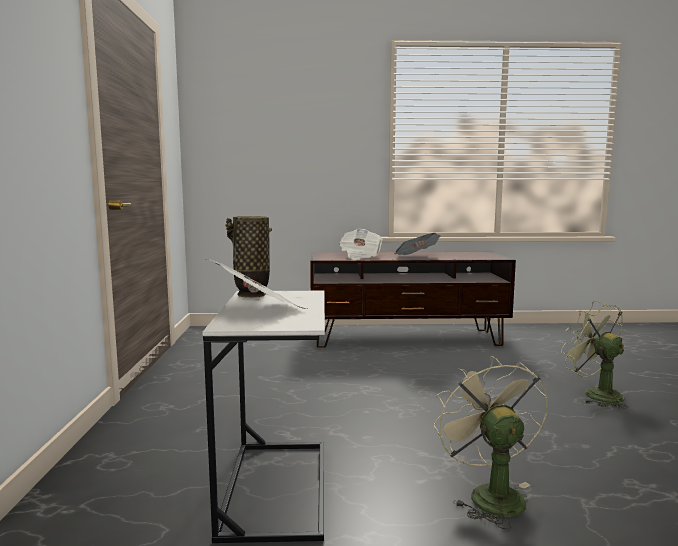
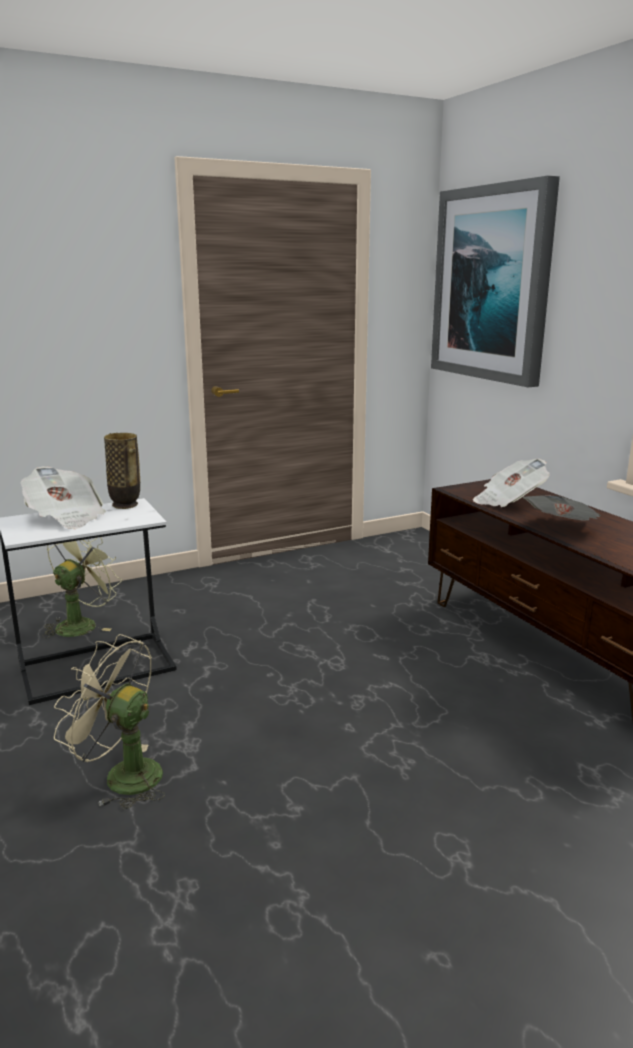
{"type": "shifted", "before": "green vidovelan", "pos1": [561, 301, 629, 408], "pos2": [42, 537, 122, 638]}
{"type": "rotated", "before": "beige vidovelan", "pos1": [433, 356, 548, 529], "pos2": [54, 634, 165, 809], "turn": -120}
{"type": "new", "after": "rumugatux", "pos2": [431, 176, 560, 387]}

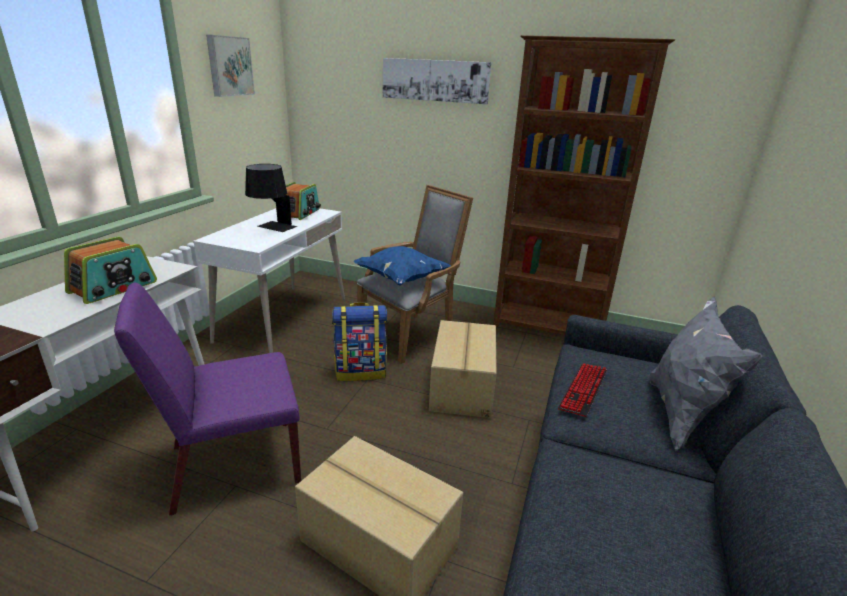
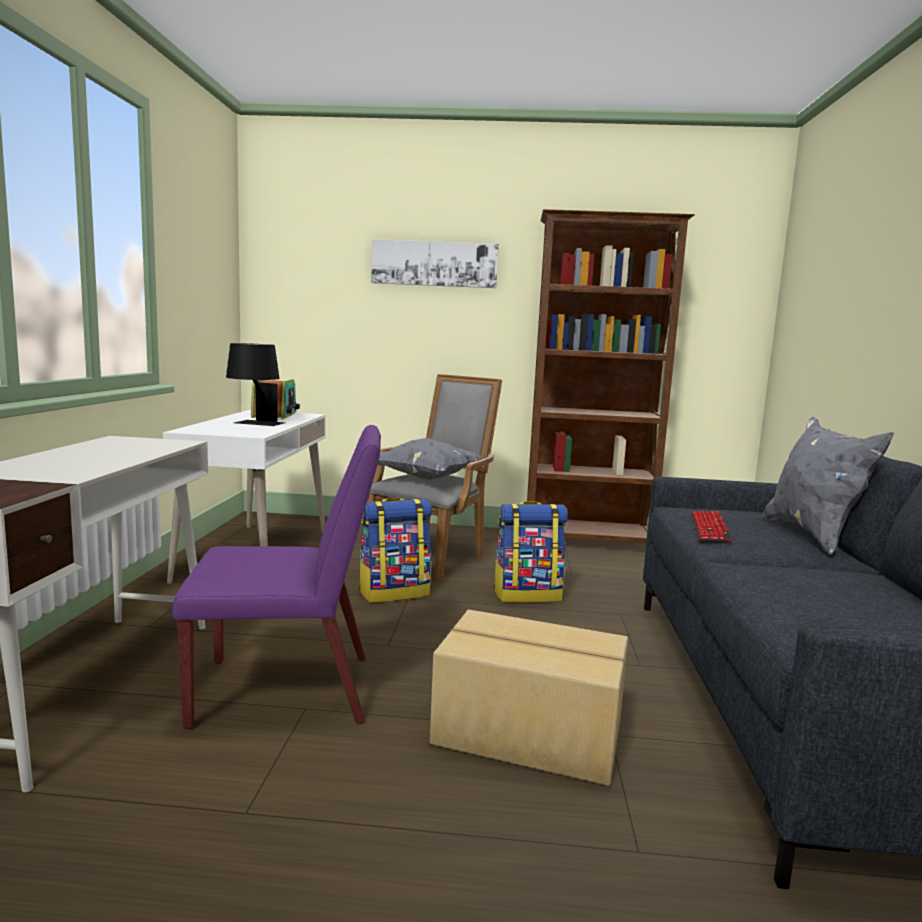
{"type": "gone", "before": "rumugatux", "pos1": [206, 35, 255, 97]}
{"type": "gone", "before": "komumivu", "pos1": [64, 237, 157, 304]}
{"type": "repainted", "before": "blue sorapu", "after": "grey sorapu", "pos1": [353, 246, 451, 286], "pos2": [377, 438, 485, 480]}
{"type": "rotated", "before": "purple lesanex", "pos1": [114, 283, 301, 516], "pos2": [172, 425, 381, 729], "turn": -150}
{"type": "swapped", "before": "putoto", "after": "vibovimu", "pos1": [429, 320, 497, 418], "pos2": [493, 501, 568, 603]}

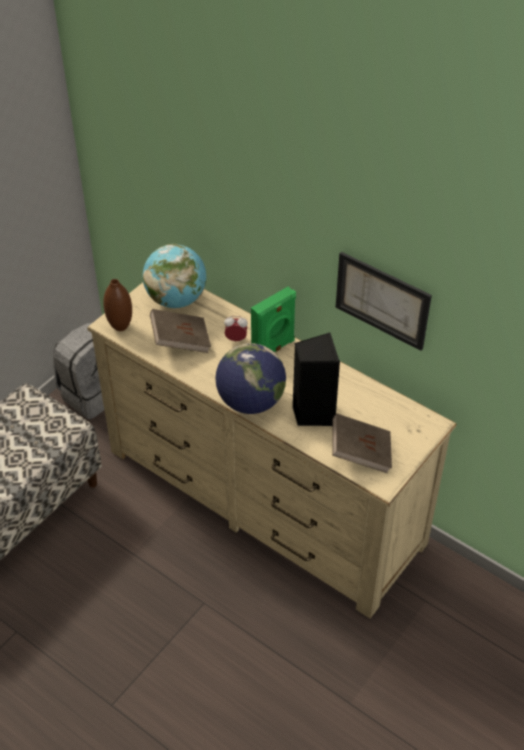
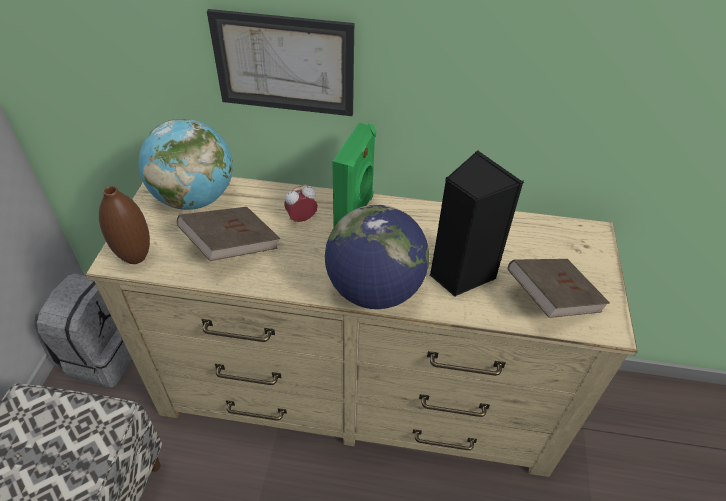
{"type": "shifted", "before": "rumugatux", "pos1": [336, 252, 432, 351], "pos2": [207, 9, 354, 116]}

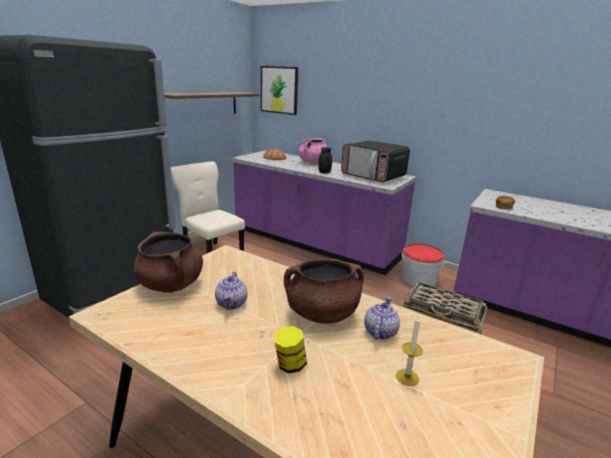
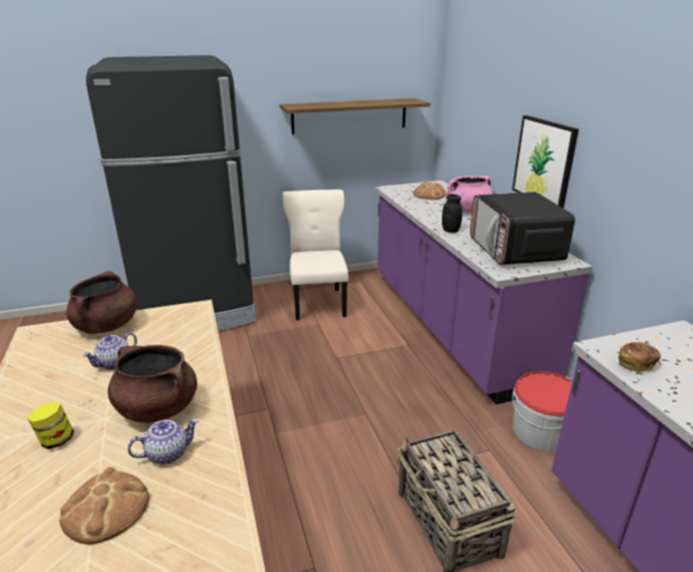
{"type": "shifted", "before": "rumugatux", "pos1": [261, 66, 298, 115], "pos2": [512, 115, 579, 209]}
{"type": "swapped", "before": "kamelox", "after": "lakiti", "pos1": [396, 315, 423, 386], "pos2": [59, 467, 149, 545]}

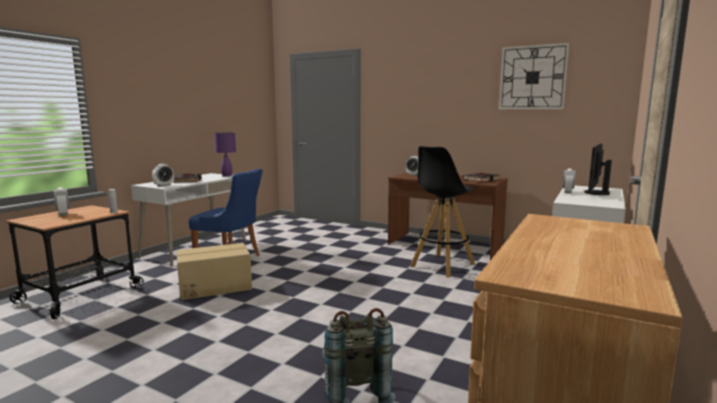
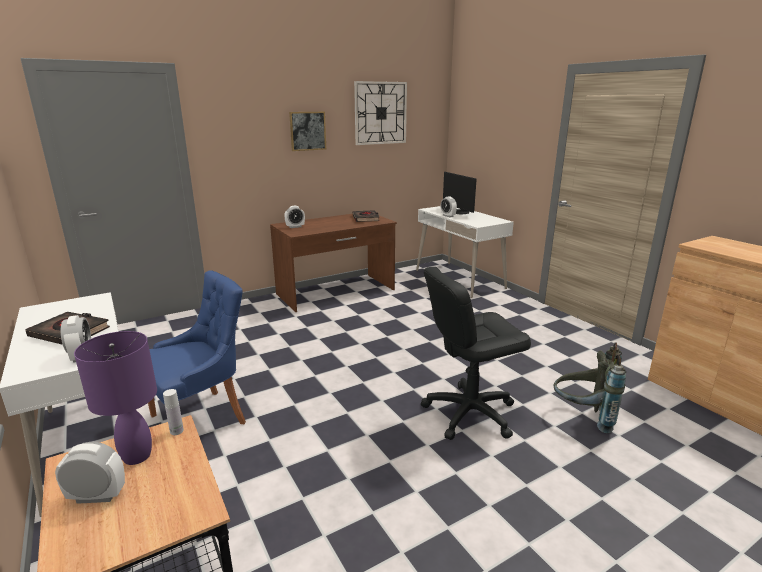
{"type": "shifted", "before": "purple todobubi", "pos1": [214, 132, 236, 177], "pos2": [74, 331, 157, 465]}
{"type": "gone", "before": "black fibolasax", "pos1": [410, 146, 475, 277]}
{"type": "gone", "before": "putoto", "pos1": [177, 243, 252, 300]}
{"type": "new", "after": "rumugatux", "pos2": [289, 111, 326, 151]}
{"type": "new", "after": "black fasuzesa", "pos2": [421, 267, 531, 440]}

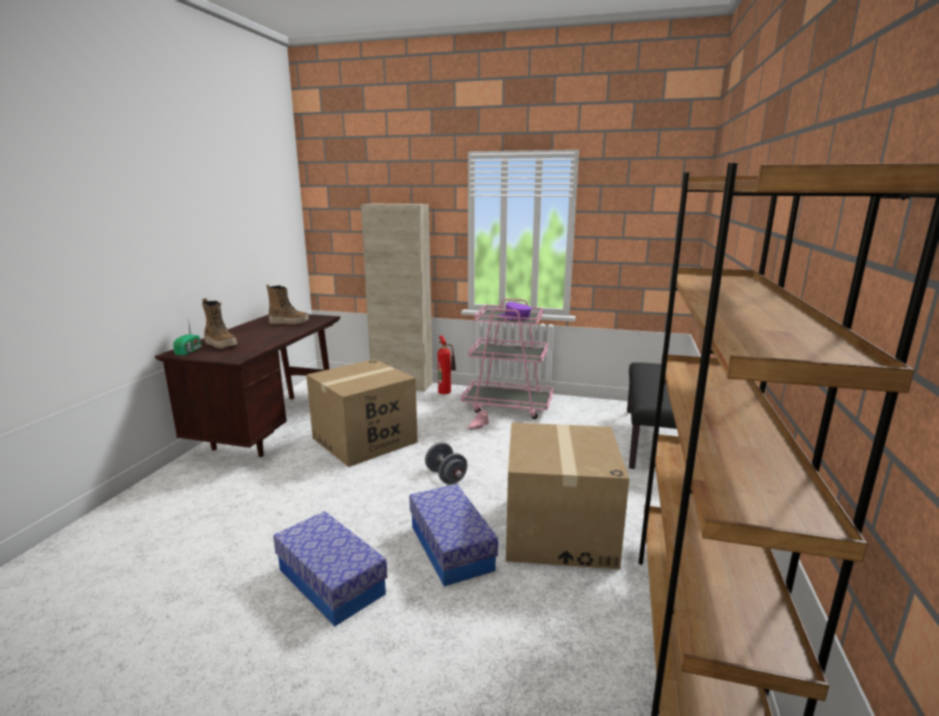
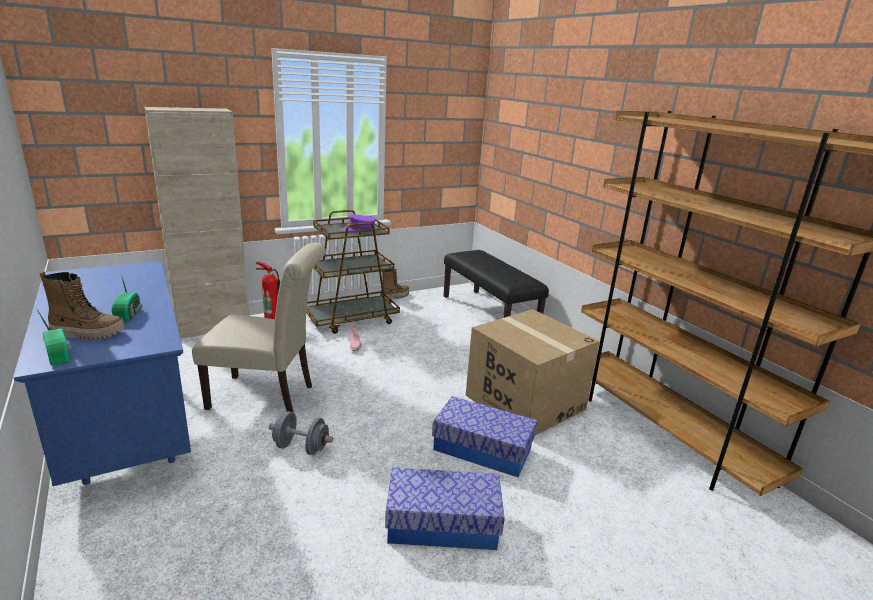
{"type": "shifted", "before": "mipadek", "pos1": [266, 285, 309, 325], "pos2": [381, 269, 409, 301]}
{"type": "repainted", "before": "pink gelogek", "after": "brown gelogek", "pos1": [461, 299, 553, 419], "pos2": [306, 210, 400, 334]}
{"type": "repainted", "before": "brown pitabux", "after": "blue pitabux", "pos1": [155, 314, 340, 457], "pos2": [14, 261, 191, 486]}
{"type": "swapped", "before": "putoto", "after": "beige lesanex", "pos1": [306, 359, 418, 467], "pos2": [192, 243, 326, 412]}
{"type": "shifted", "before": "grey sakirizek", "pos1": [425, 442, 467, 484], "pos2": [269, 411, 333, 455]}
{"type": "new", "after": "komumivu", "pos2": [112, 274, 142, 322]}

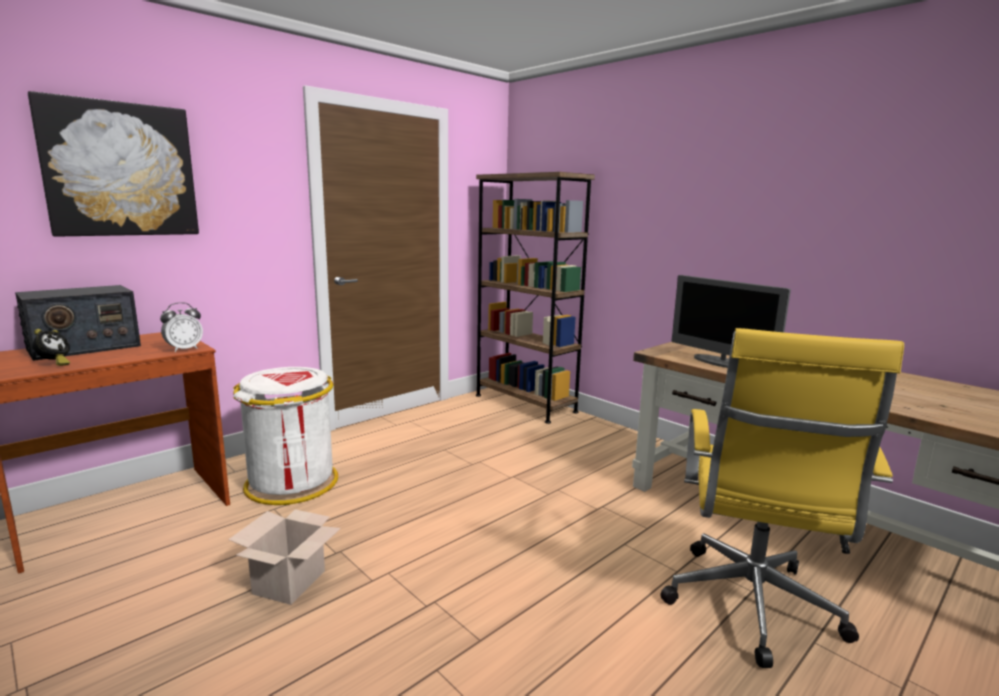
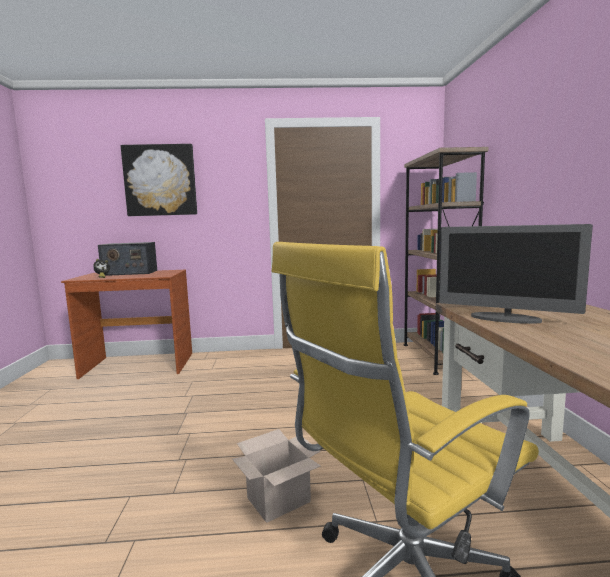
{"type": "rotated", "before": "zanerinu", "pos1": [671, 275, 791, 368], "pos2": [439, 224, 593, 324], "turn": -60}
{"type": "gone", "before": "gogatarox", "pos1": [160, 302, 203, 352]}
{"type": "gone", "before": "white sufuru", "pos1": [233, 367, 338, 505]}
{"type": "shifted", "before": "putoto", "pos1": [228, 509, 341, 605], "pos2": [232, 429, 321, 523]}

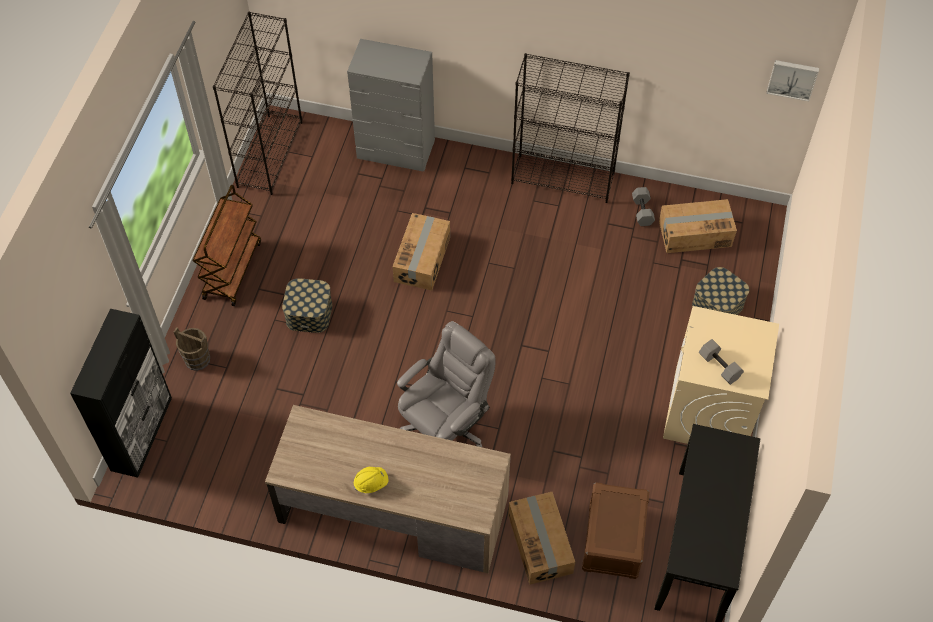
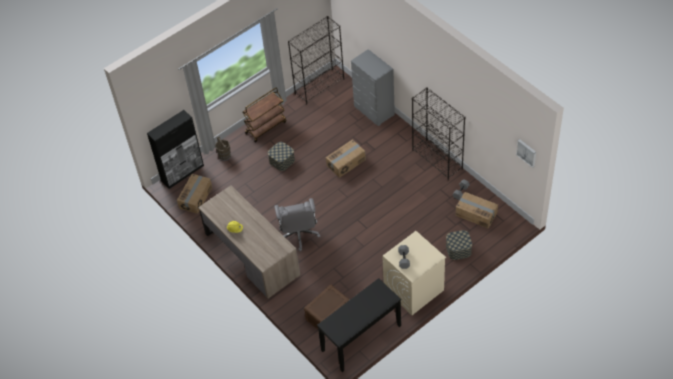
{"type": "rotated", "before": "grey fasuzesa", "pos1": [397, 321, 496, 447], "pos2": [274, 198, 320, 251], "turn": 90}
{"type": "shifted", "before": "putoto", "pos1": [508, 492, 575, 585], "pos2": [177, 174, 212, 214]}

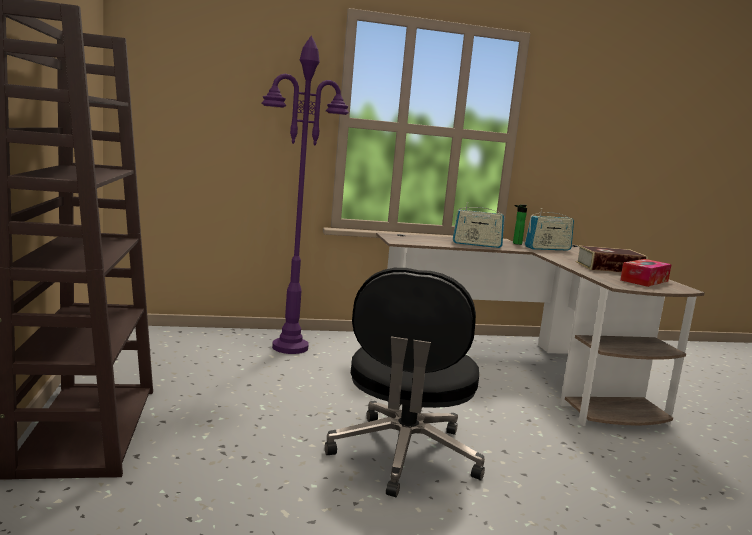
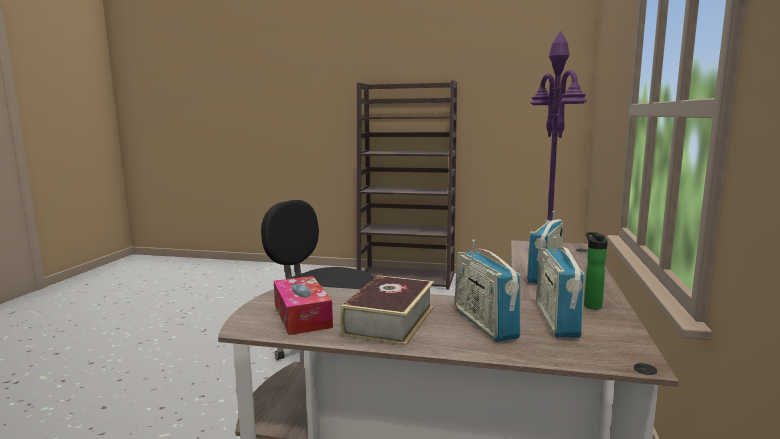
{"type": "new", "after": "komumivu", "pos2": [455, 239, 521, 342]}

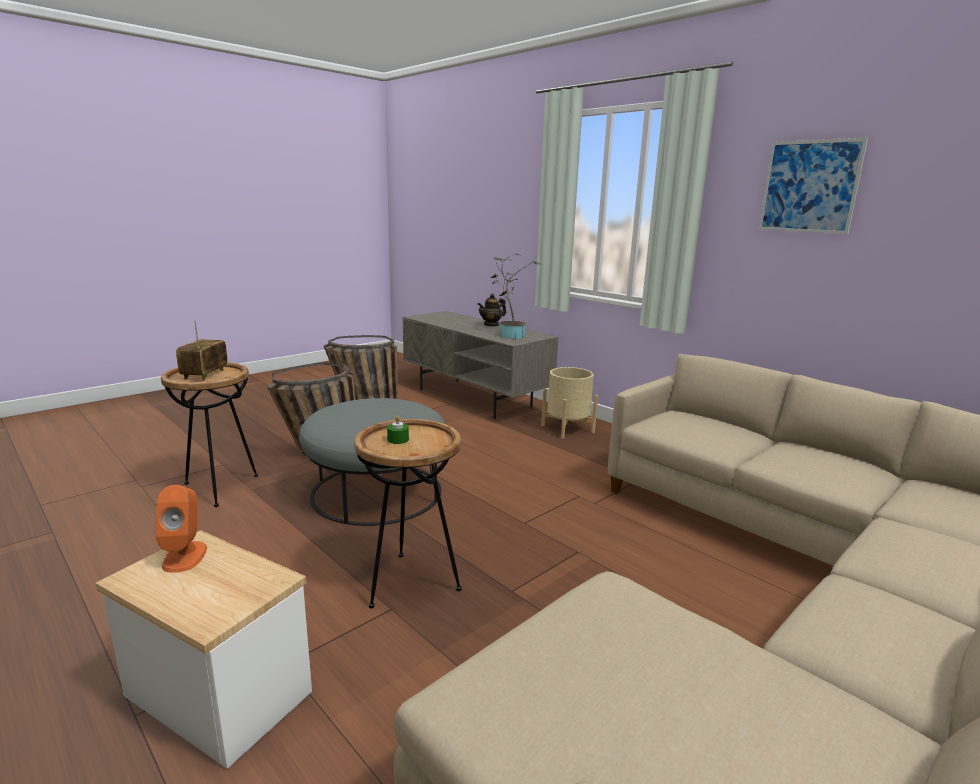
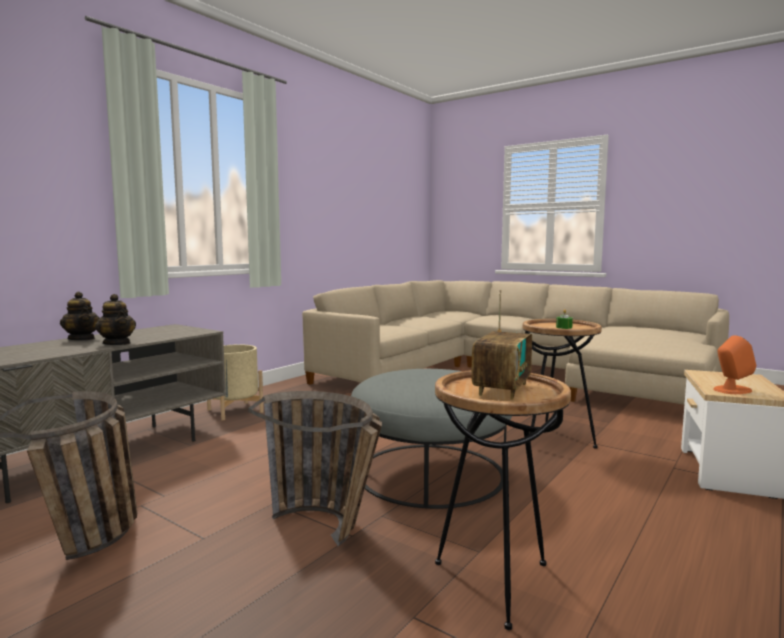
{"type": "gone", "before": "rumugatux", "pos1": [758, 137, 868, 234]}
{"type": "gone", "before": "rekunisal", "pos1": [491, 253, 539, 339]}
{"type": "rotated", "before": "komumivu", "pos1": [176, 321, 227, 381], "pos2": [471, 290, 532, 400], "turn": -60}
{"type": "new", "after": "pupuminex", "pos2": [95, 294, 136, 345]}

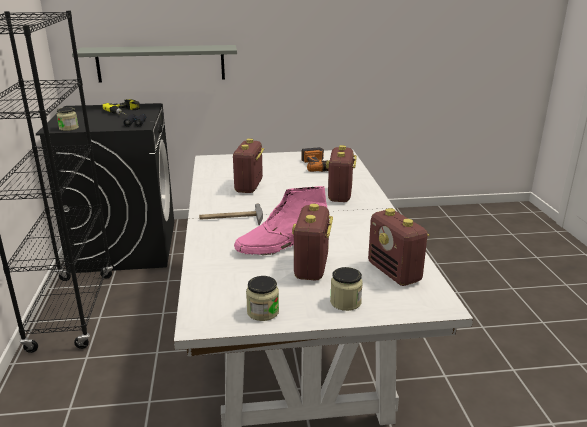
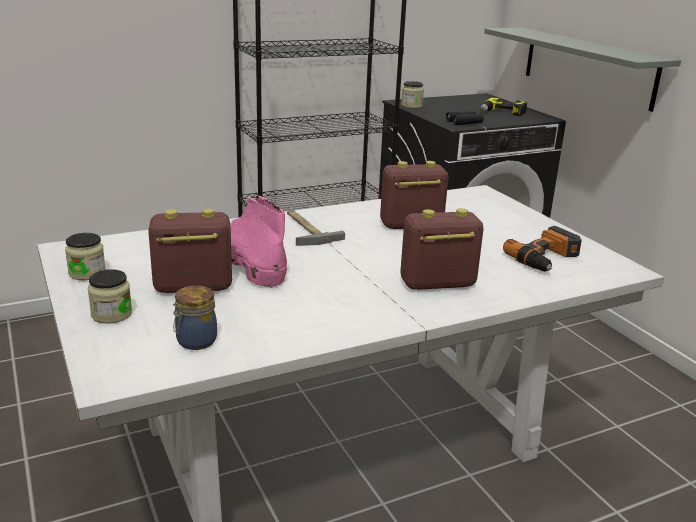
{"type": "swapped", "before": "komumivu", "after": "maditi", "pos1": [368, 208, 430, 286], "pos2": [173, 285, 217, 350]}

